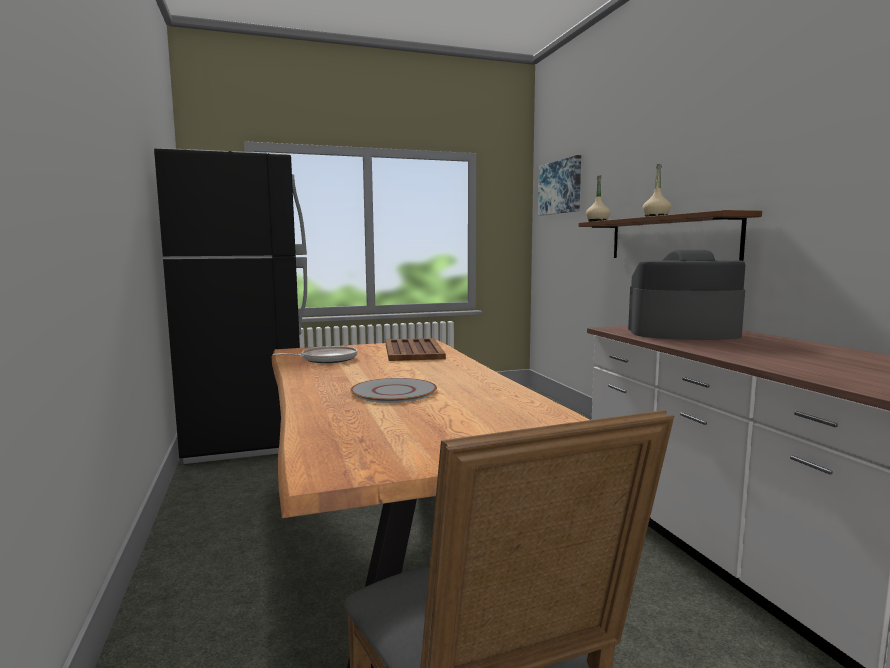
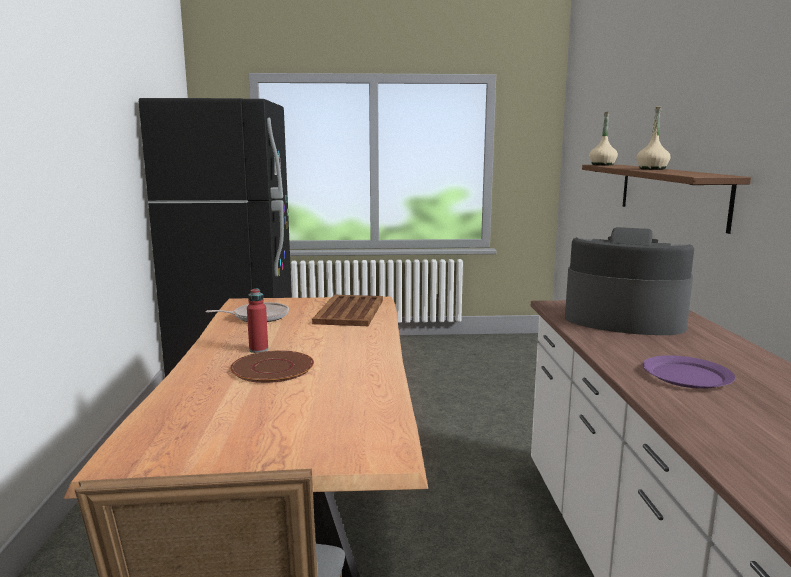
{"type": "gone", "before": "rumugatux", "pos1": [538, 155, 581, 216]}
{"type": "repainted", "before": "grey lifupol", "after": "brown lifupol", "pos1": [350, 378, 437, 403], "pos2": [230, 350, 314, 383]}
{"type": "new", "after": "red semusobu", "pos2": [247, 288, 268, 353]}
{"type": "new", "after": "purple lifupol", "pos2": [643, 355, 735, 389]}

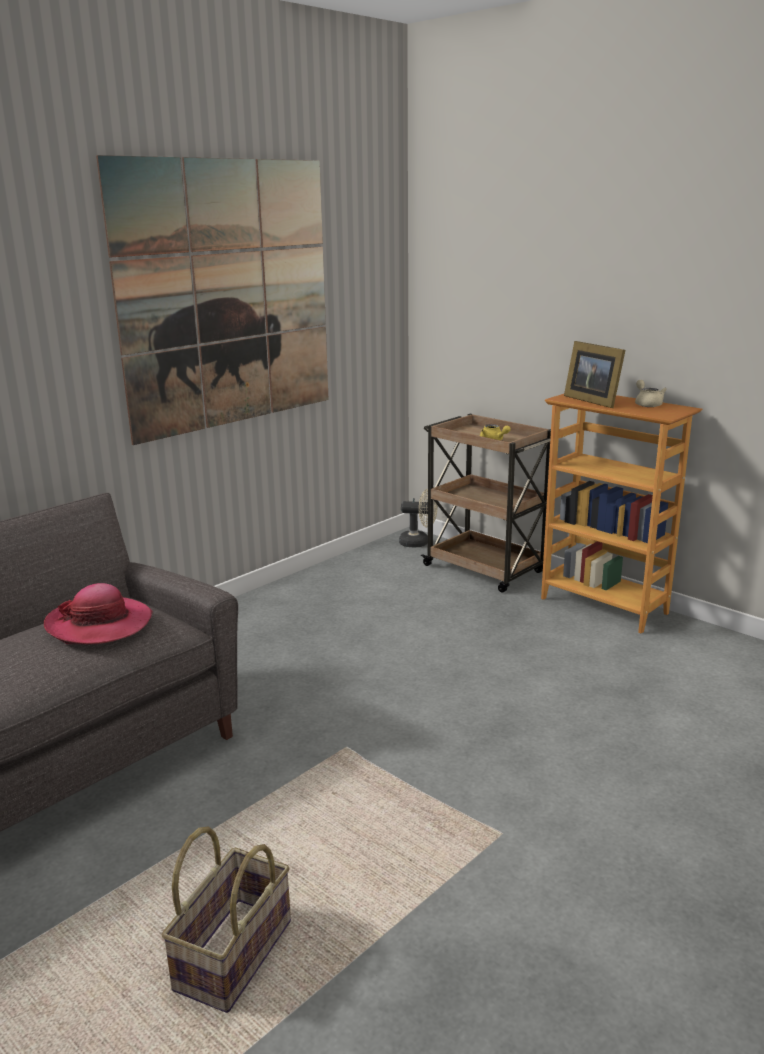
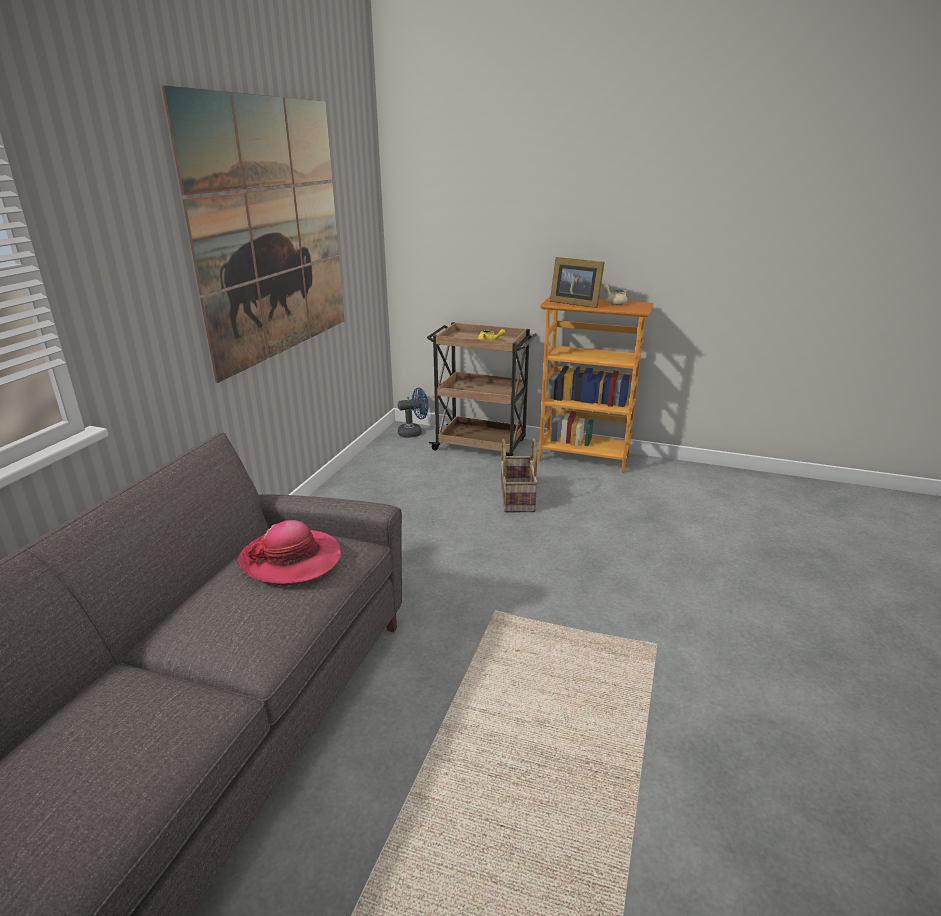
{"type": "repainted", "before": "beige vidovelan", "after": "blue vidovelan", "pos1": [399, 489, 437, 547], "pos2": [398, 388, 428, 438]}
{"type": "shifted", "before": "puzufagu", "pos1": [162, 826, 291, 1013], "pos2": [501, 438, 538, 513]}

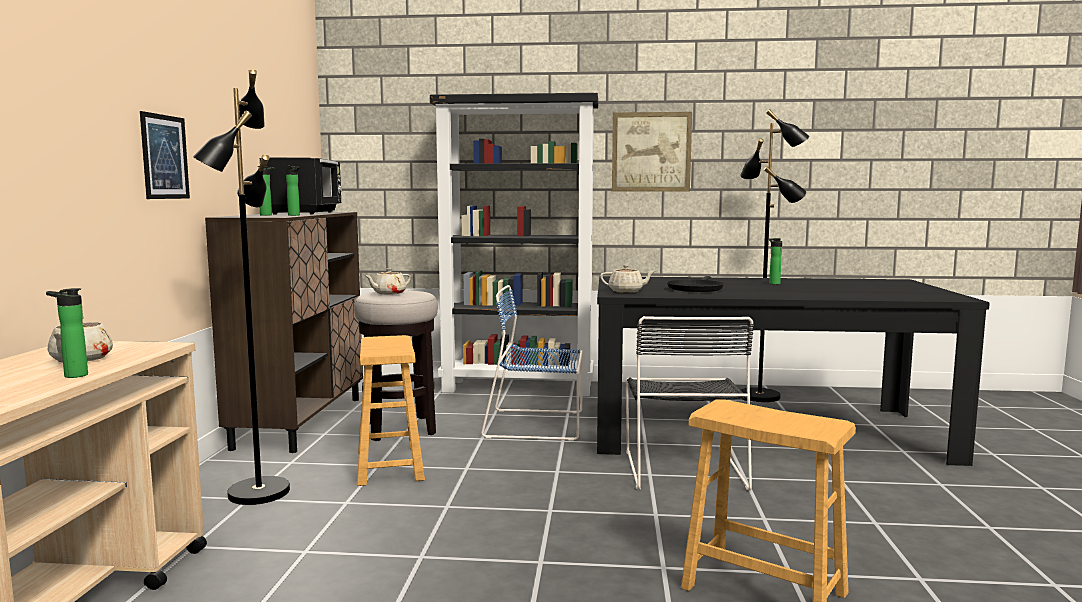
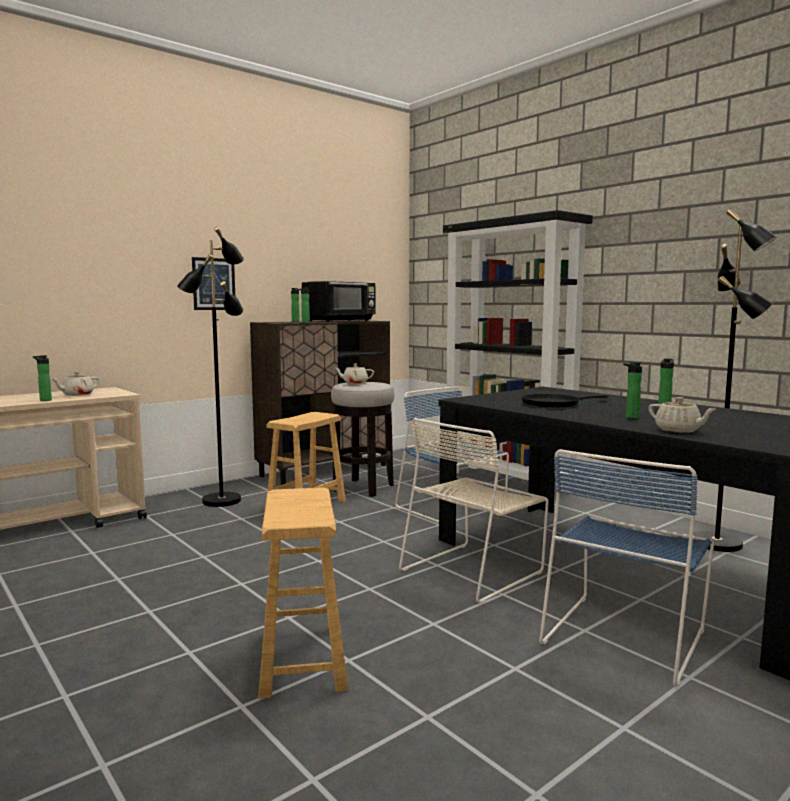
{"type": "gone", "before": "rumugatux", "pos1": [612, 112, 692, 192]}
{"type": "shifted", "before": "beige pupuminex", "pos1": [600, 265, 655, 293], "pos2": [649, 397, 716, 433]}
{"type": "repainted", "before": "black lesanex", "after": "beige lesanex", "pos1": [626, 316, 754, 490], "pos2": [399, 418, 549, 603]}
{"type": "new", "after": "semusobu", "pos2": [623, 362, 642, 418]}
{"type": "new", "after": "blue lesanex", "pos2": [539, 449, 714, 687]}

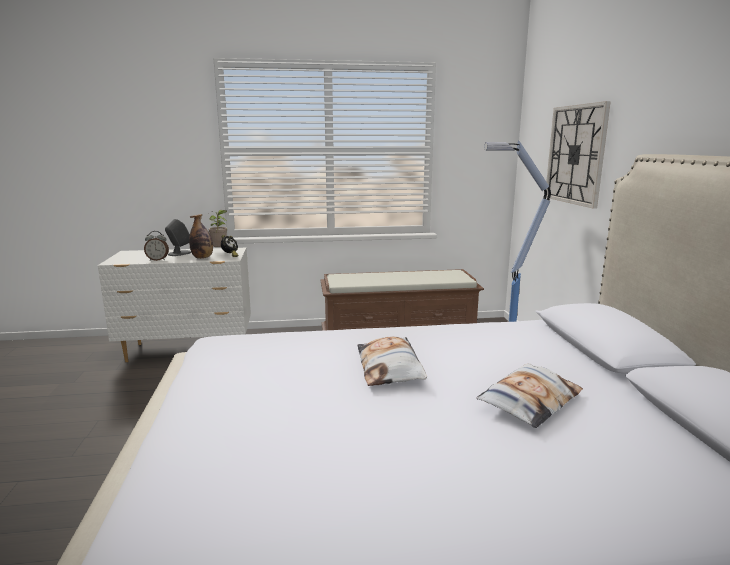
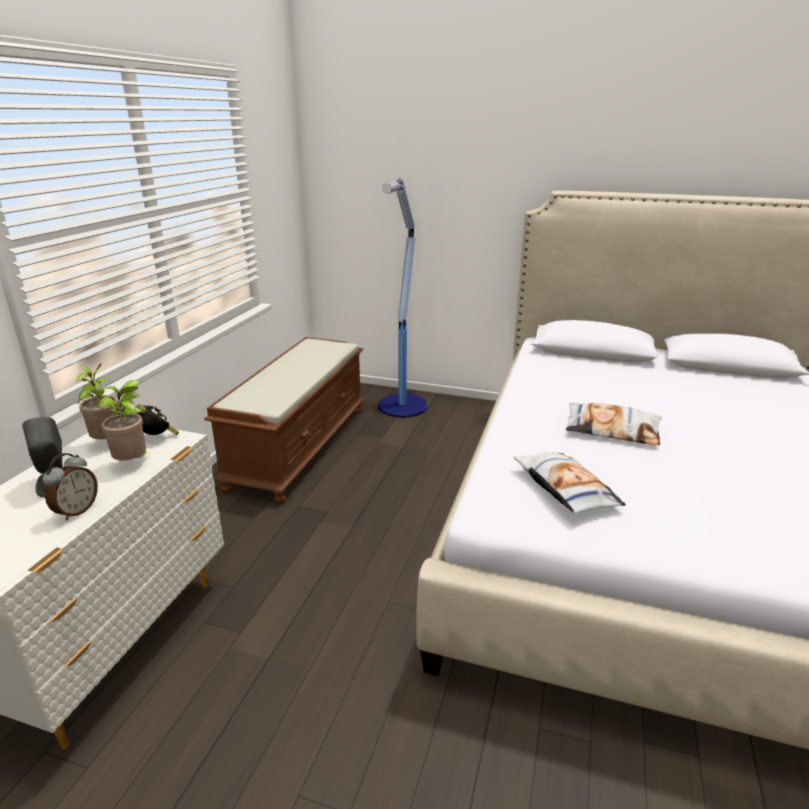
{"type": "gone", "before": "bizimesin", "pos1": [546, 101, 611, 208]}
{"type": "swapped", "before": "semusobu", "after": "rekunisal", "pos1": [189, 214, 213, 259], "pos2": [97, 380, 150, 460]}
{"type": "shifted", "before": "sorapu", "pos1": [477, 363, 583, 428], "pos2": [513, 452, 626, 514]}

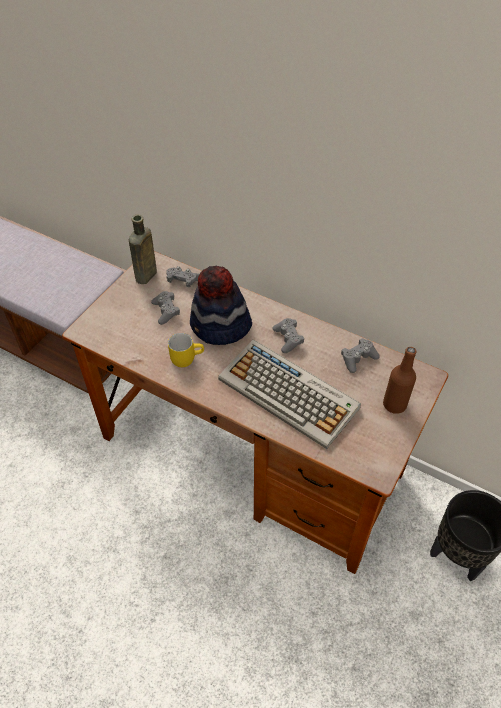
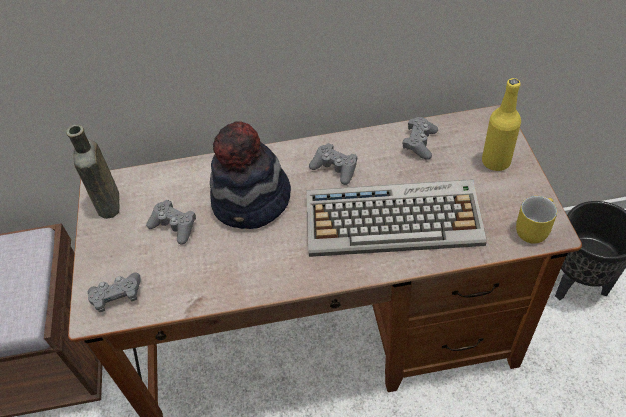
{"type": "shifted", "before": "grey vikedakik", "pos1": [166, 266, 199, 287], "pos2": [88, 273, 141, 312]}
{"type": "shifted", "before": "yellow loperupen", "pos1": [168, 333, 204, 367], "pos2": [516, 196, 557, 244]}
{"type": "repainted", "before": "brown semusobu", "after": "yellow semusobu", "pos1": [383, 347, 417, 414], "pos2": [482, 78, 521, 171]}

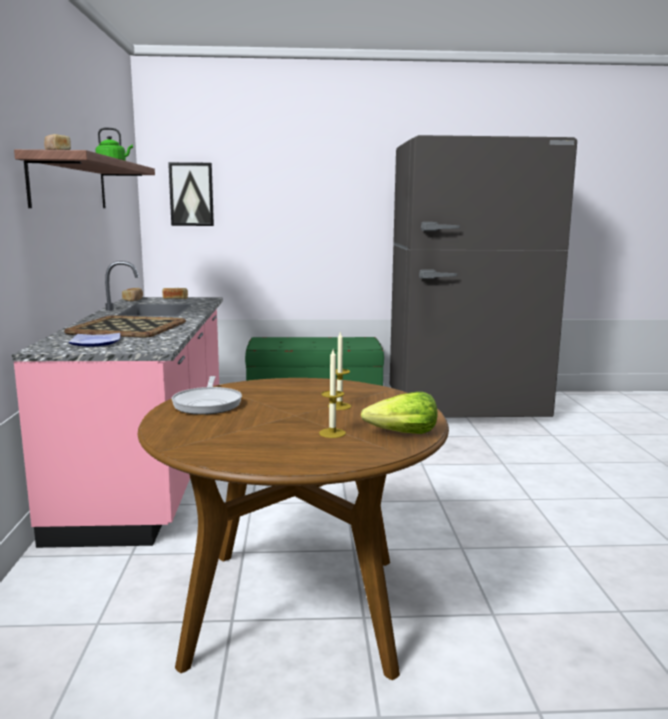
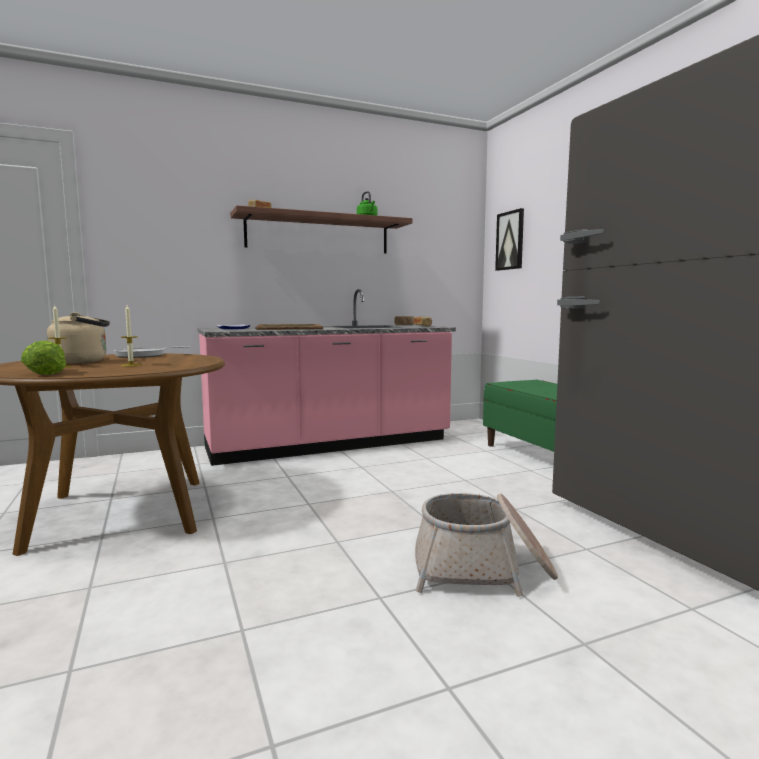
{"type": "new", "after": "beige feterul", "pos2": [47, 312, 110, 363]}
{"type": "new", "after": "puzufagu", "pos2": [415, 493, 558, 597]}

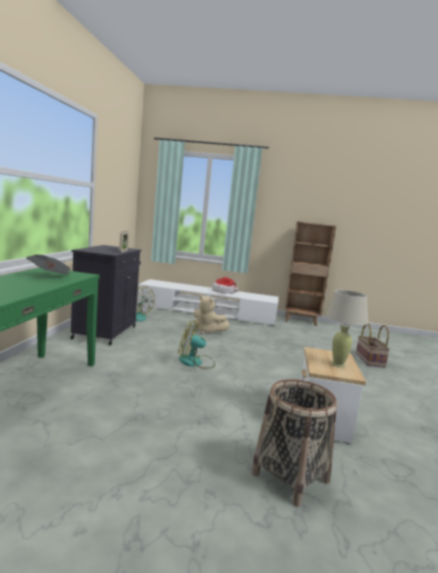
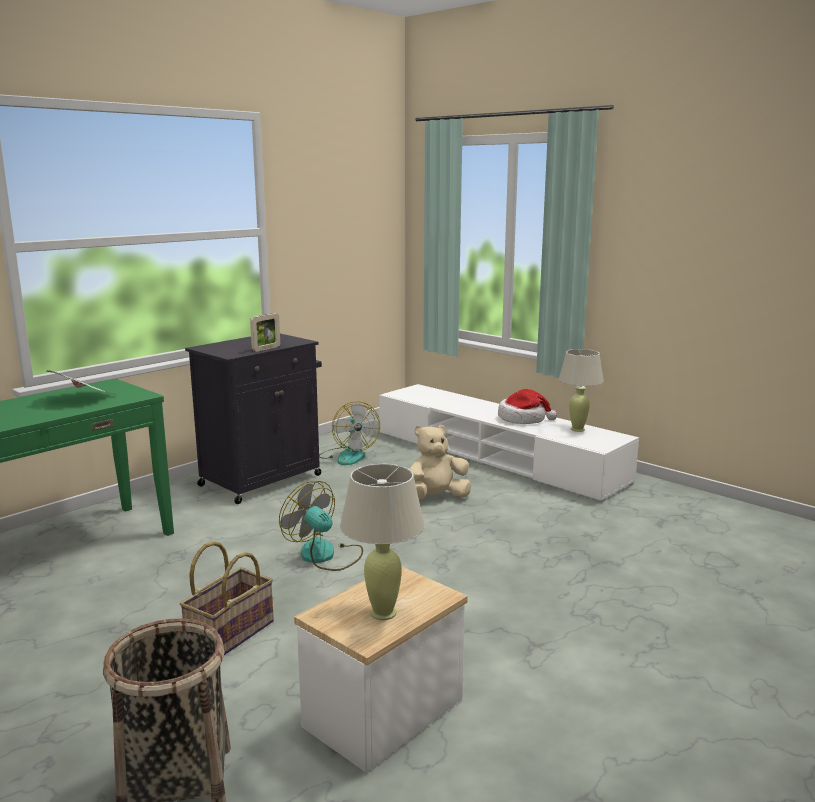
{"type": "gone", "before": "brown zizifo", "pos1": [285, 221, 336, 326]}
{"type": "rotated", "before": "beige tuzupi", "pos1": [193, 296, 230, 334], "pos2": [409, 425, 471, 499], "turn": 90}
{"type": "shifted", "before": "puzufagu", "pos1": [356, 324, 390, 368], "pos2": [180, 541, 274, 655]}
{"type": "new", "after": "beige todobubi", "pos2": [559, 349, 604, 432]}

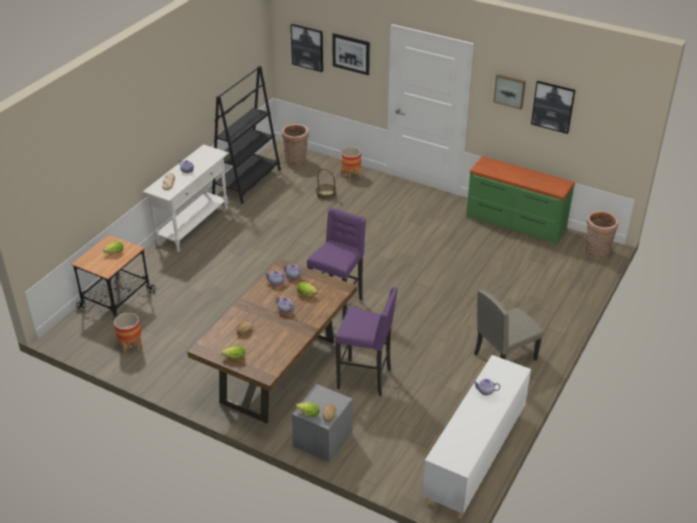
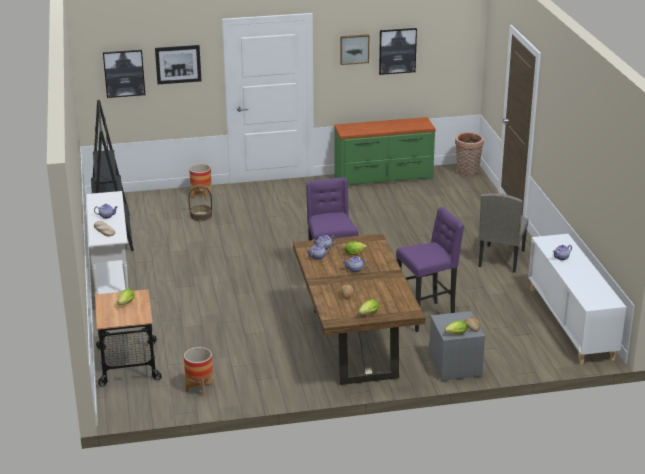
{"type": "gone", "before": "puzufagu", "pos1": [282, 124, 309, 167]}

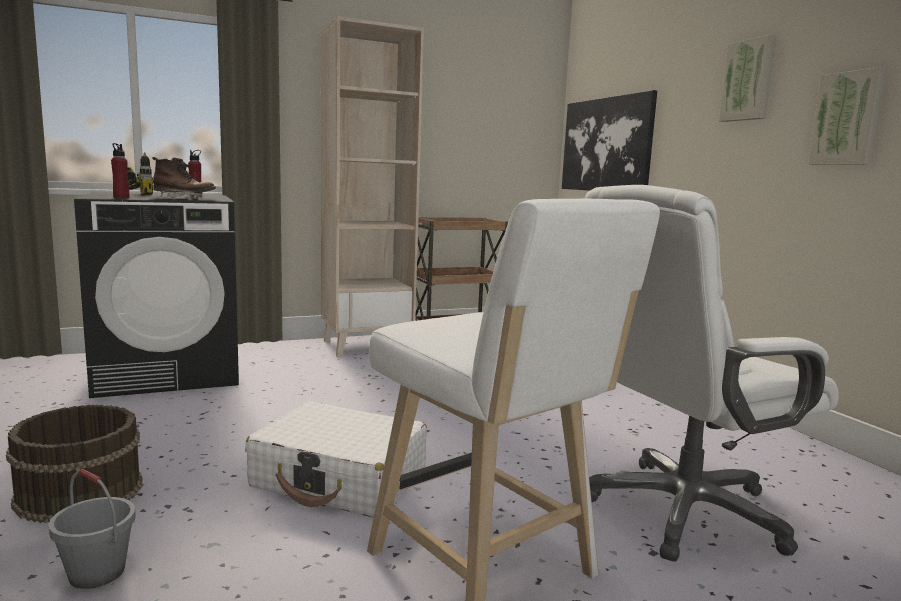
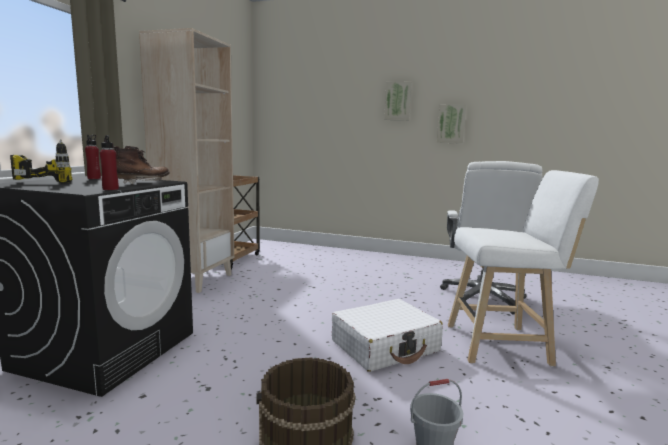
{"type": "gone", "before": "rumugatux", "pos1": [562, 90, 657, 191]}

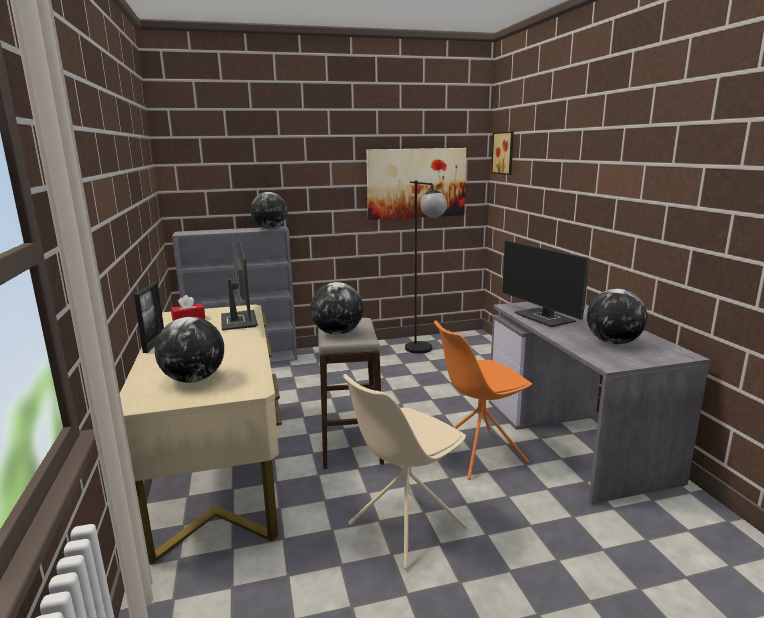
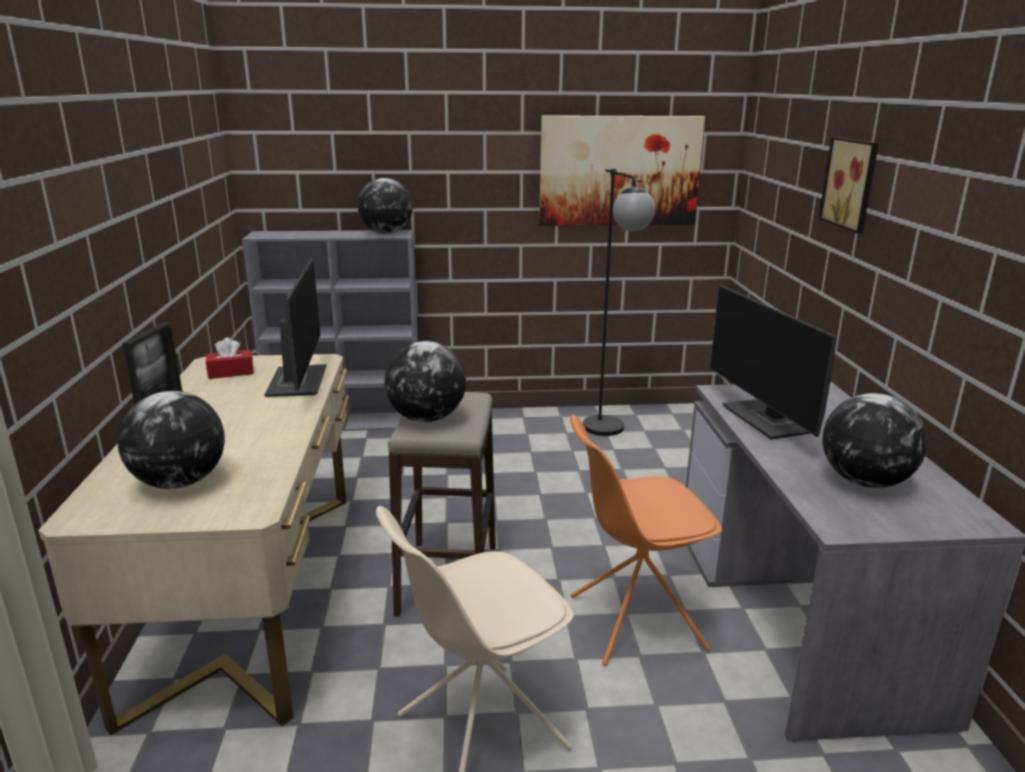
{"type": "shifted", "before": "rumugatux", "pos1": [491, 131, 514, 175], "pos2": [818, 137, 879, 234]}

